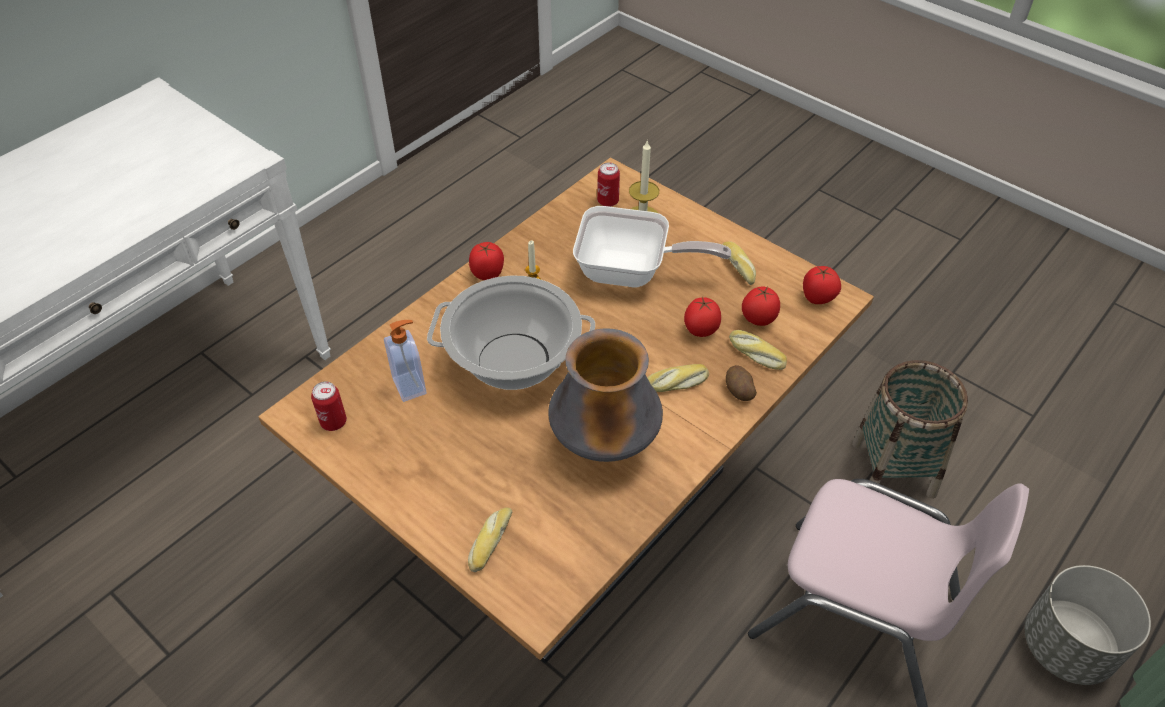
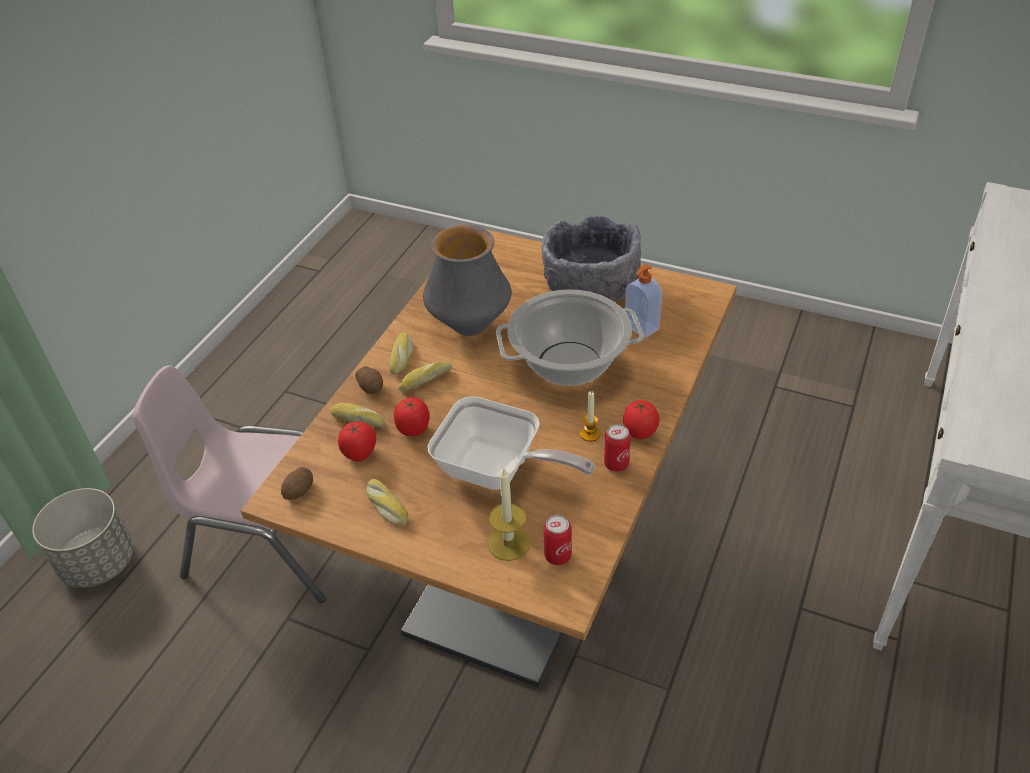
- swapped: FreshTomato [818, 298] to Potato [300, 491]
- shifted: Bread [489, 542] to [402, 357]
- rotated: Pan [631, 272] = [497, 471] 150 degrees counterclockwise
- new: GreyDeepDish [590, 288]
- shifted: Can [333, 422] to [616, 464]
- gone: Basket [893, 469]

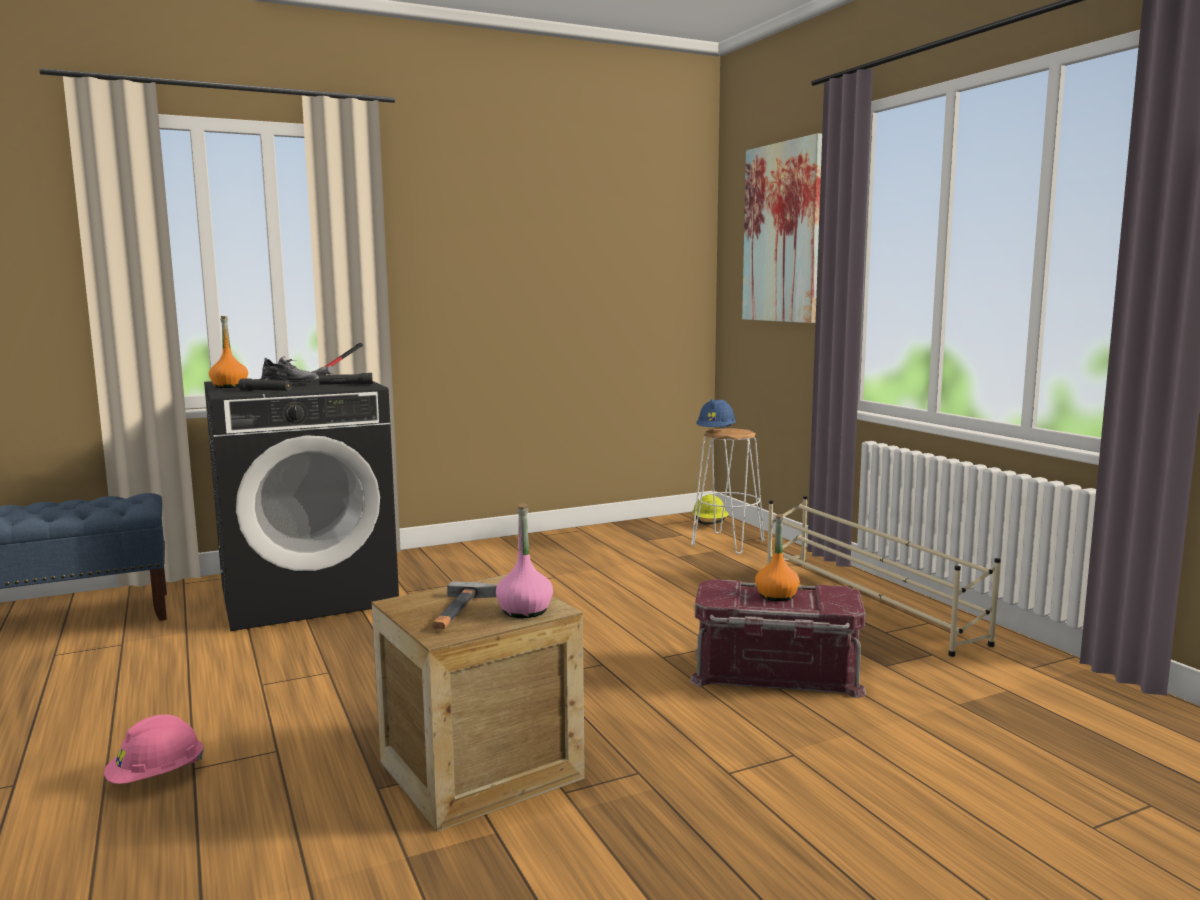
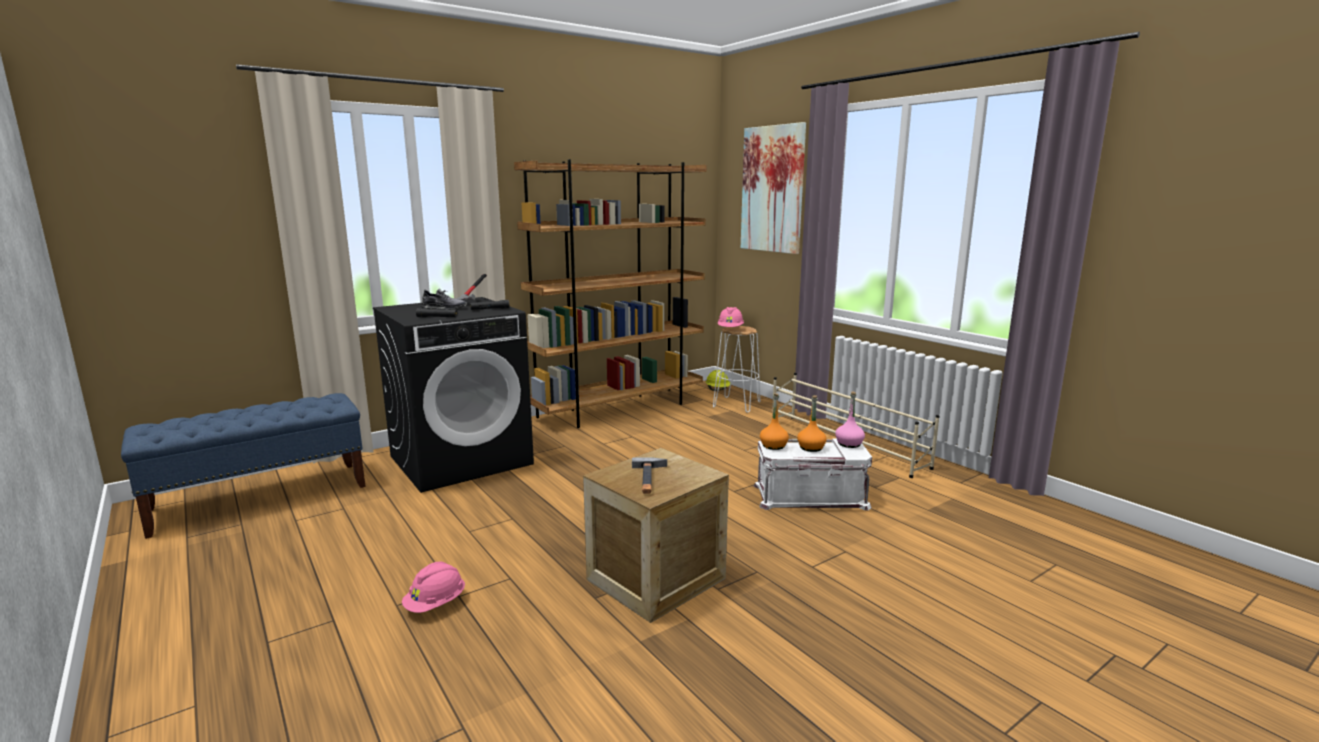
- new: BrownBookcase [619, 408]
- repainted: BluishHardHat [716, 432] to PinkishHardHat [730, 329]
- repainted: ReddishStorageContainer [775, 673] to WhiteStorageContainer [810, 497]
- shifted: OrangeColouredDrinkBottle [229, 386] to [773, 446]
- shifted: PinkishDrinkBottle [525, 611] to [849, 444]

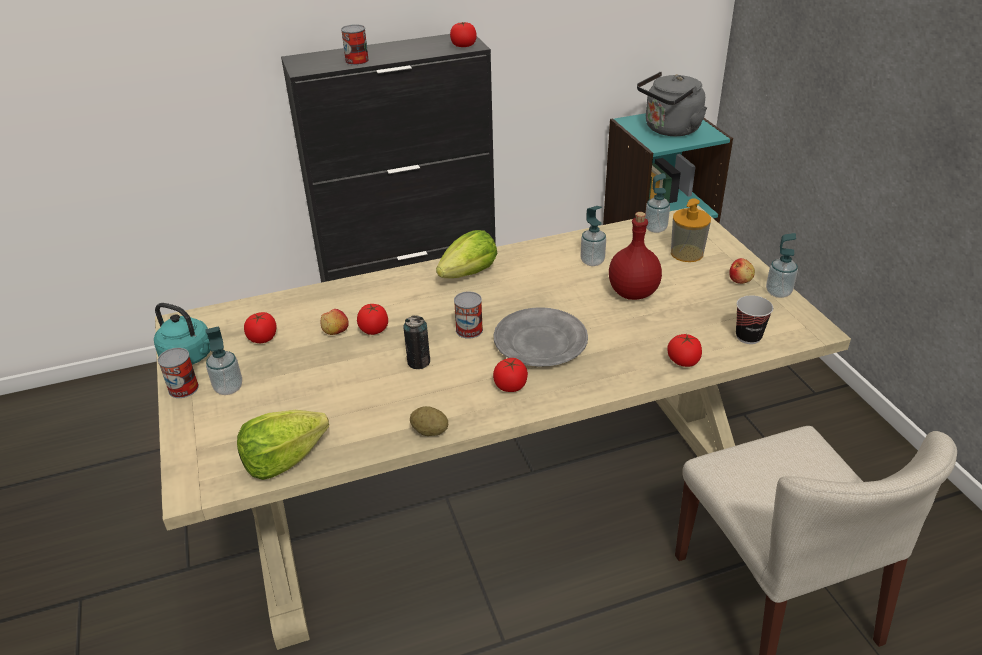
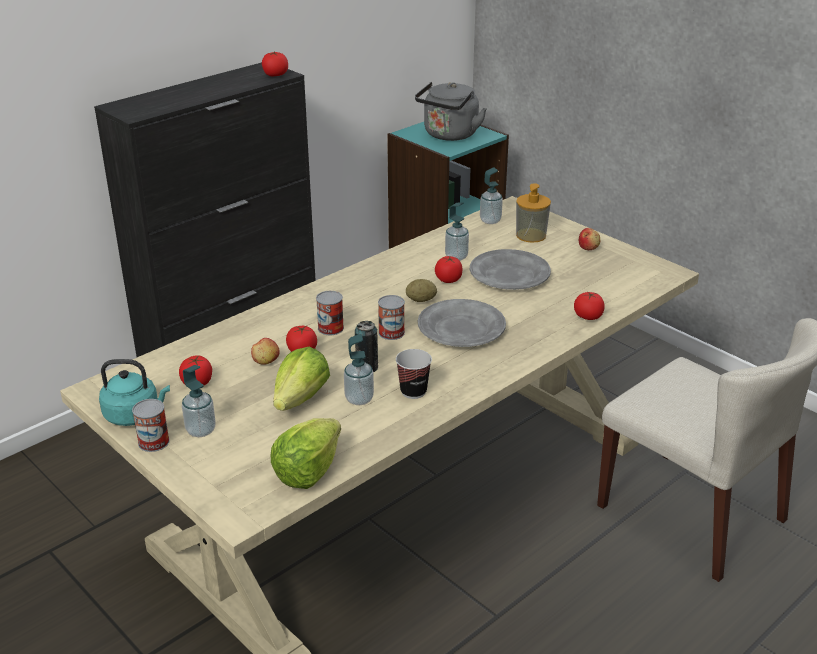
- shifted: HeadOfLettuce [469, 274] to [301, 399]
- shifted: Can [357, 61] to [330, 328]
- shifted: LiquidSoapBottle [778, 292] to [359, 399]
- shifted: DrinkingCup [748, 337] to [413, 391]
- shifted: Potato [430, 431] to [421, 300]
- shifted: FreshTomato [510, 386] to [448, 279]
- swapped: ReddishDrinkBottle [633, 292] to GreyFlatDish [509, 274]

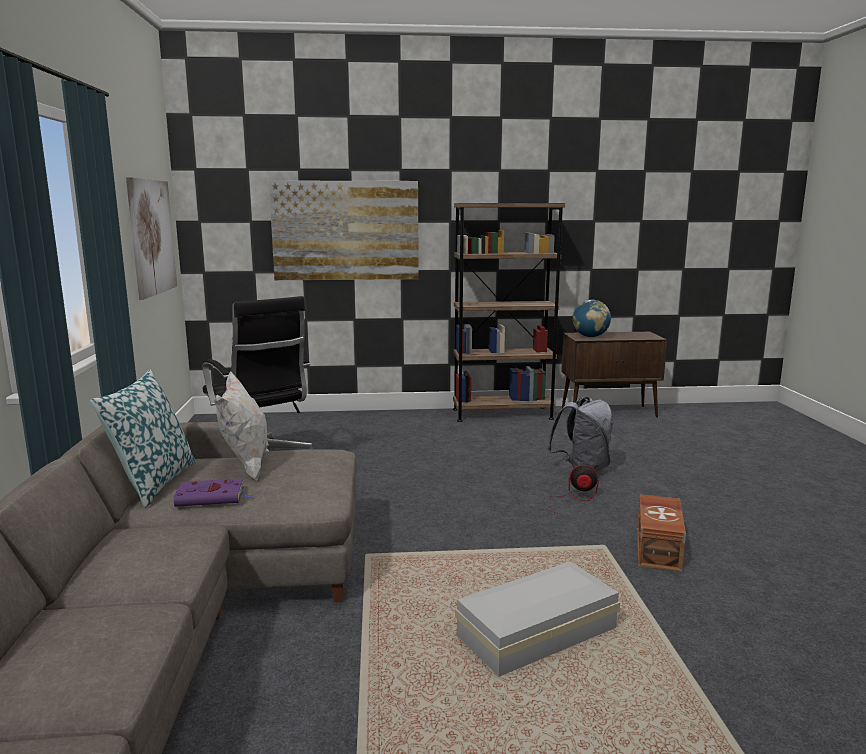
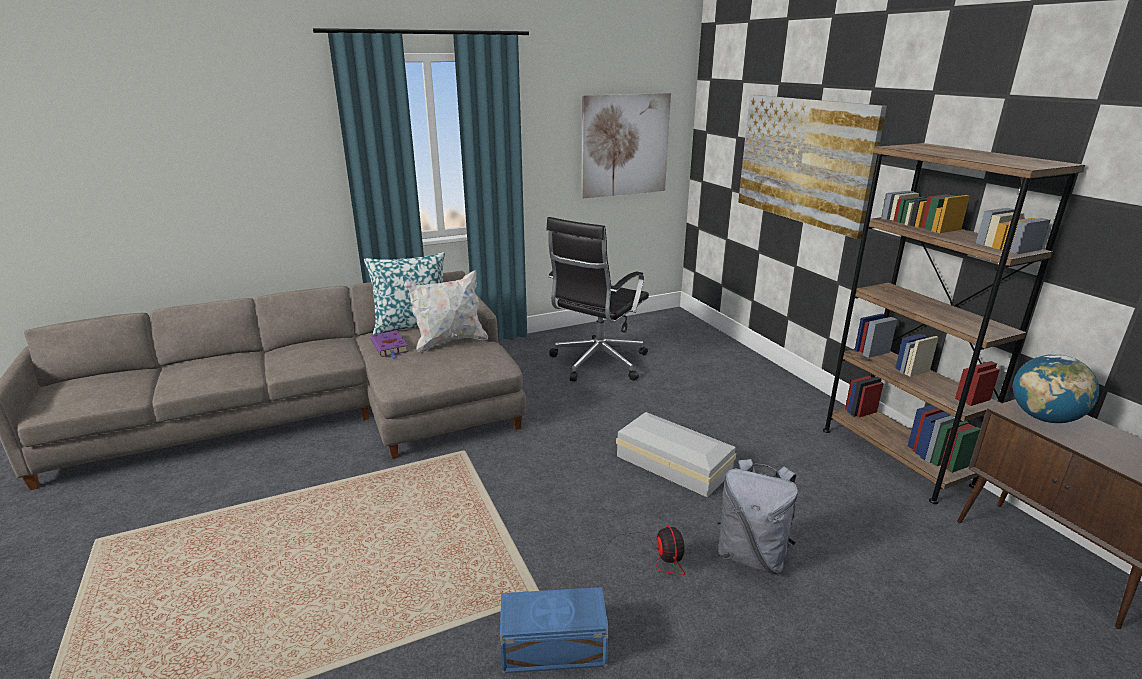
- repainted: BrownStorageContainer [659, 548] to BluishStorageContainer [555, 648]
- shifted: WhiteStorageContainer [533, 632] to [672, 462]

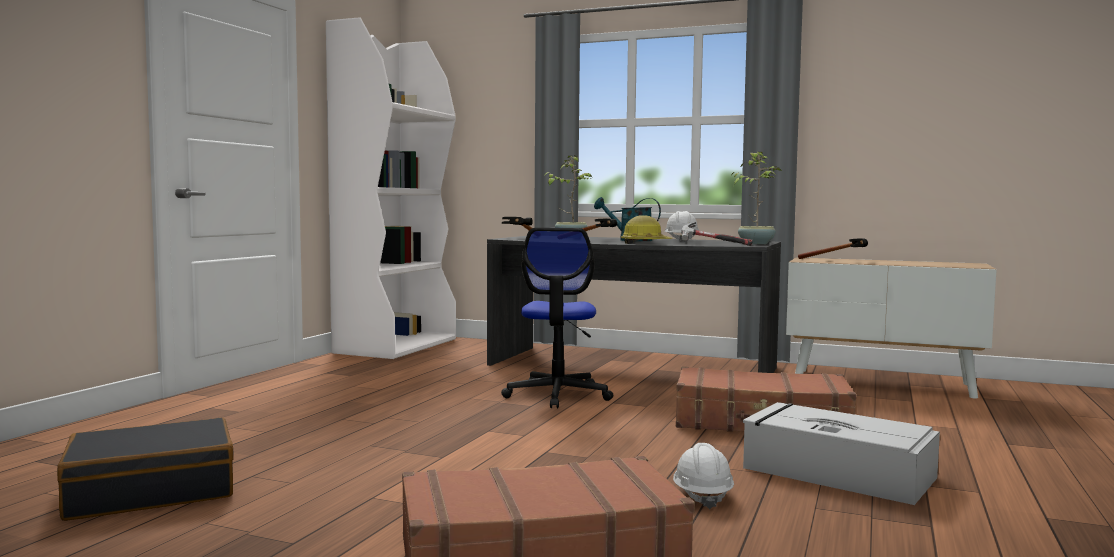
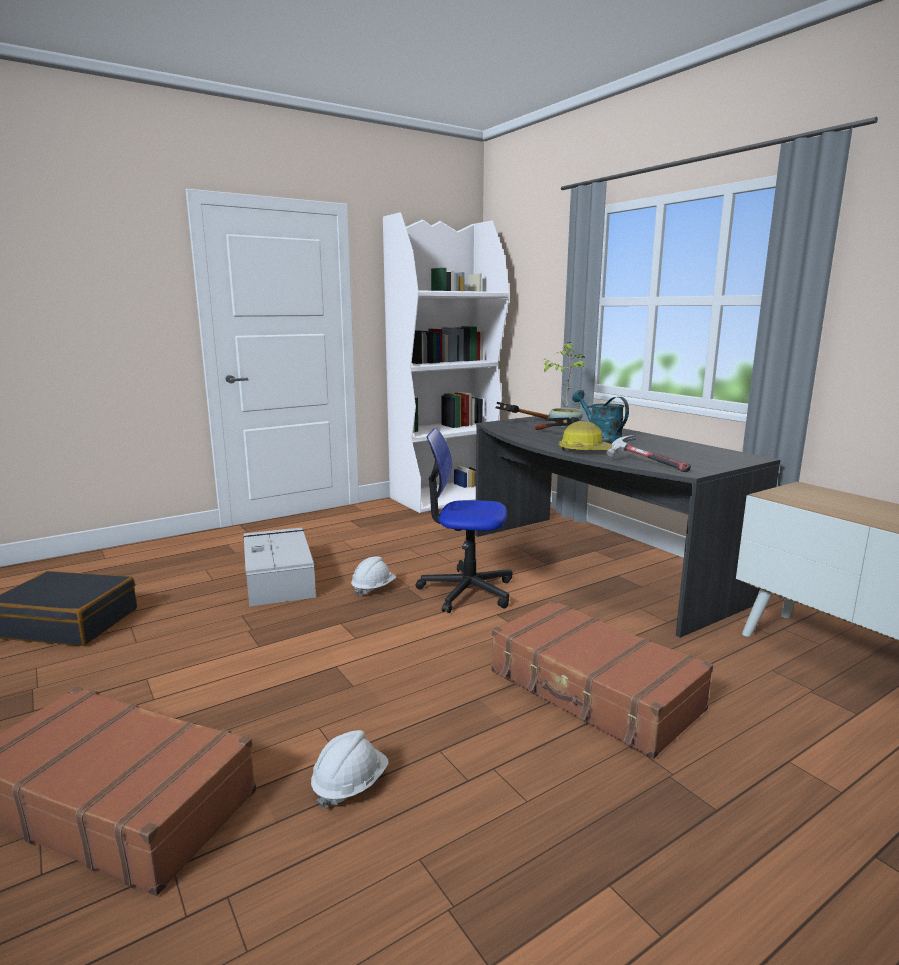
- shifted: GreyStorageContainer [835, 472] to [279, 578]
- shifted: WhiteHardHat [681, 241] to [373, 588]
- rotated: ComputerChair [558, 395] = [466, 591] 60 degrees clockwise
- gone: PlantInAPot [756, 243]
- gone: ToolHammer [838, 261]

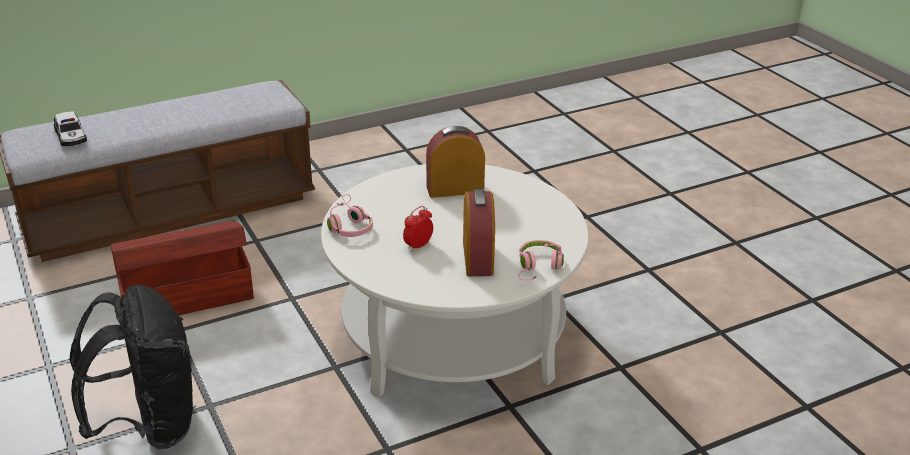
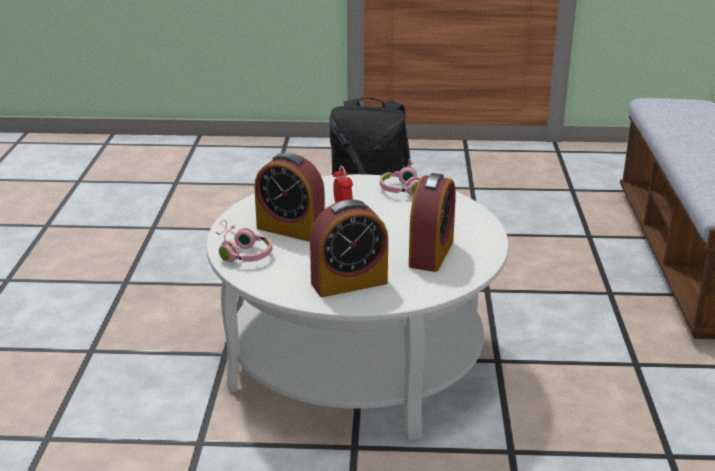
- new: AlarmClock [349, 283]
- gone: MiniatureCar [71, 136]
- gone: BrownStorageContainer [185, 295]

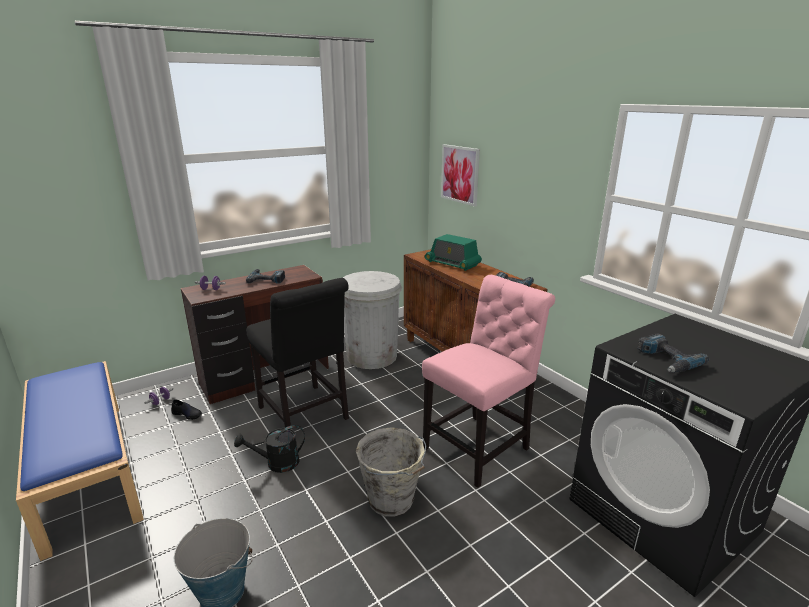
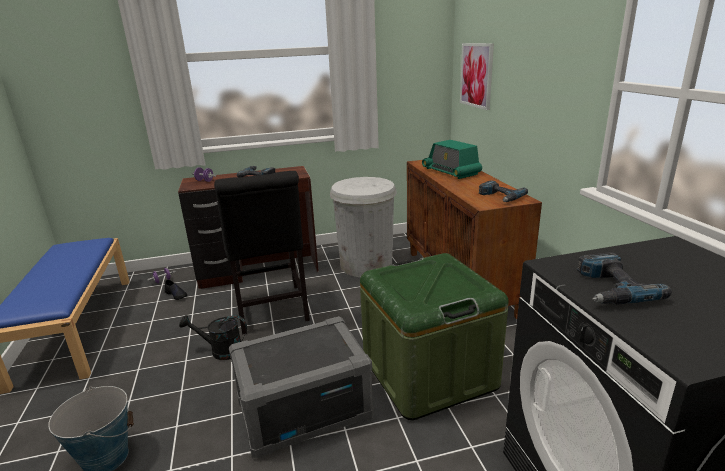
- swapped: GreyPail [392, 500] to GreyStorageContainer [304, 408]
- swapped: PinkishChair [480, 446] to GreenishStorageContainer [428, 372]

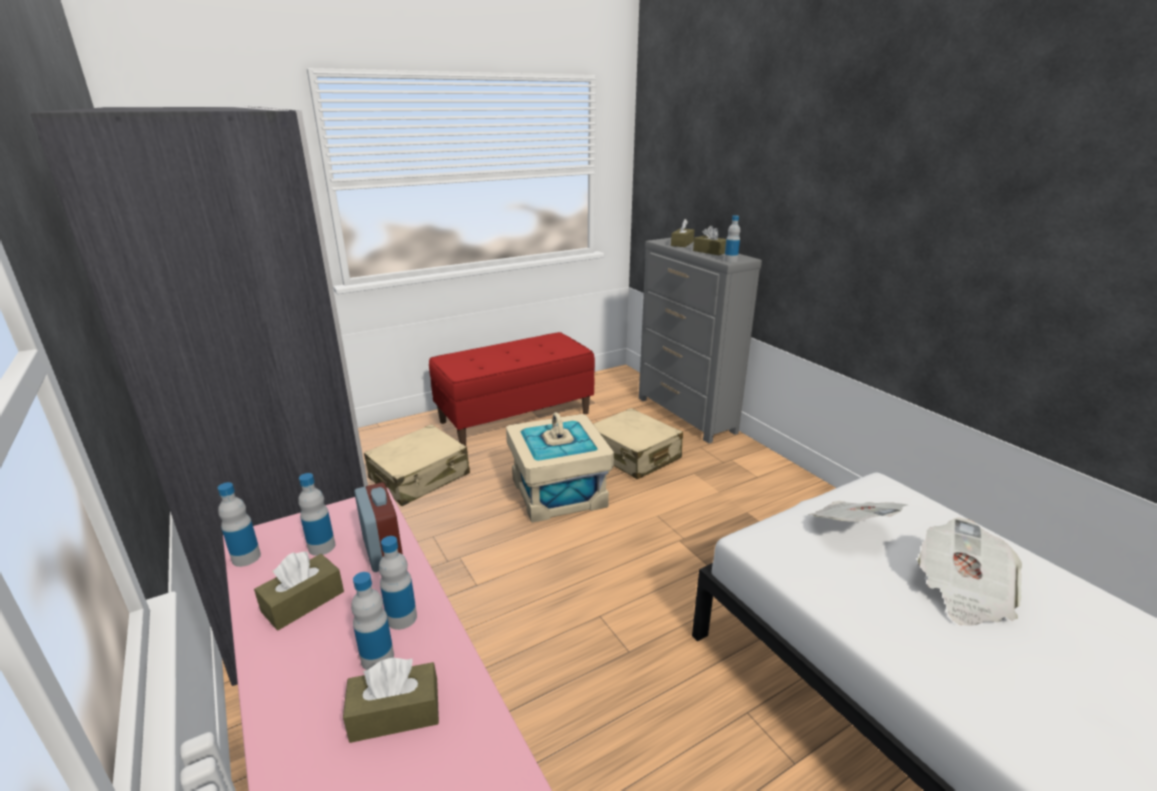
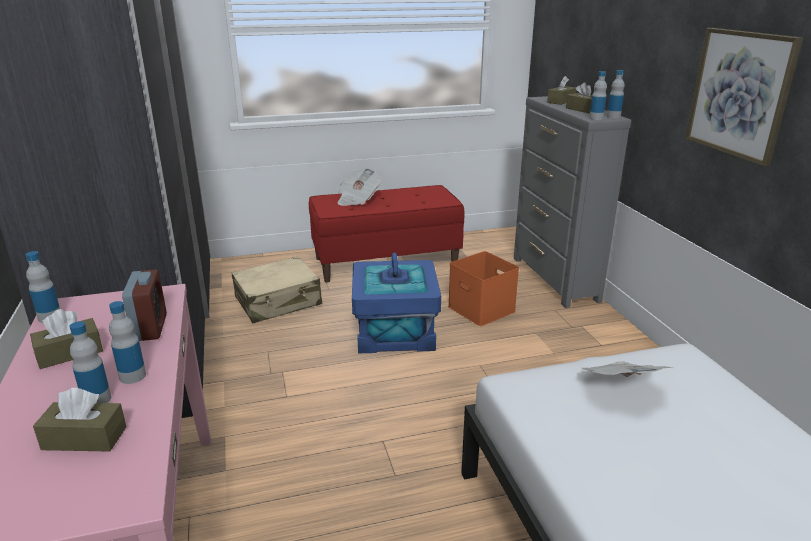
- shifted: PrintedPaper [962, 593] to [358, 199]
- repainted: BeigeStorageContainer [558, 493] to BluishStorageContainer [394, 331]
- swapped: BeigeTravelCase [633, 455] to OrangeColouredStorageContainer [483, 309]
- shifted: DrinkBottle [322, 547] to [613, 117]
- new: WallPicture [739, 94]

